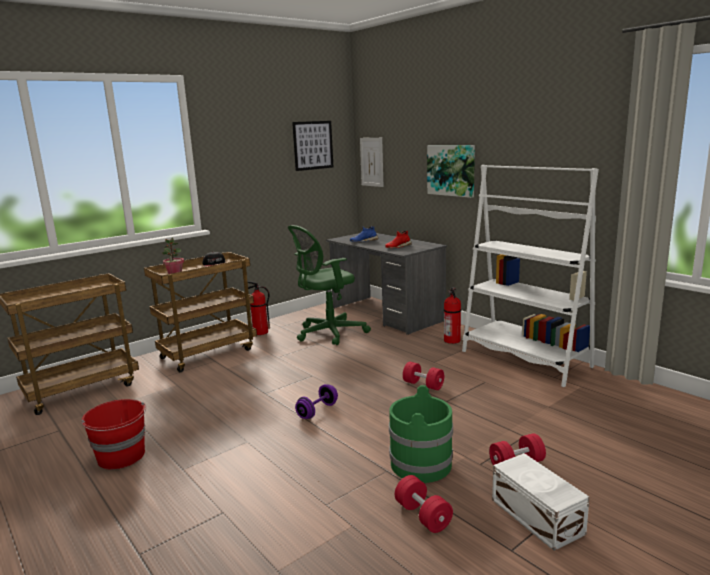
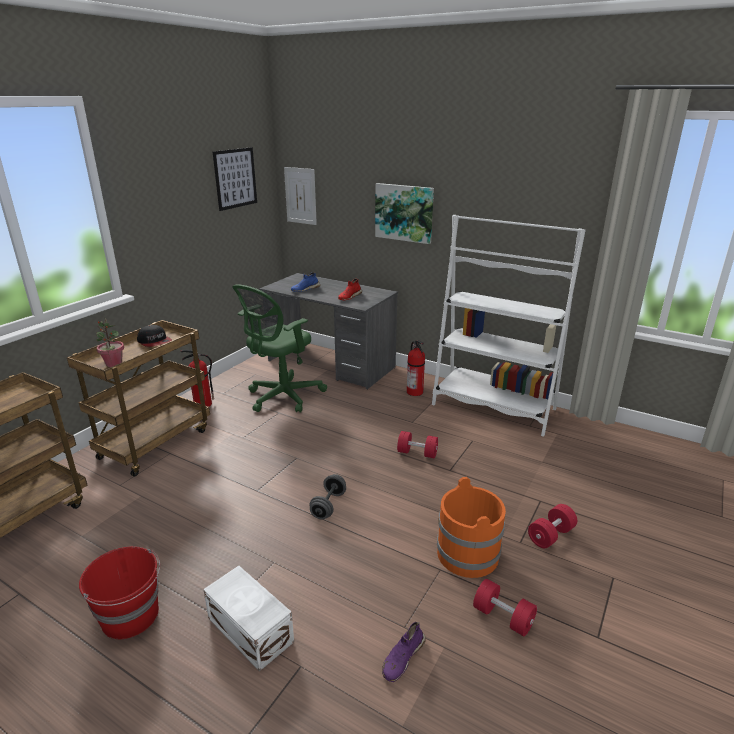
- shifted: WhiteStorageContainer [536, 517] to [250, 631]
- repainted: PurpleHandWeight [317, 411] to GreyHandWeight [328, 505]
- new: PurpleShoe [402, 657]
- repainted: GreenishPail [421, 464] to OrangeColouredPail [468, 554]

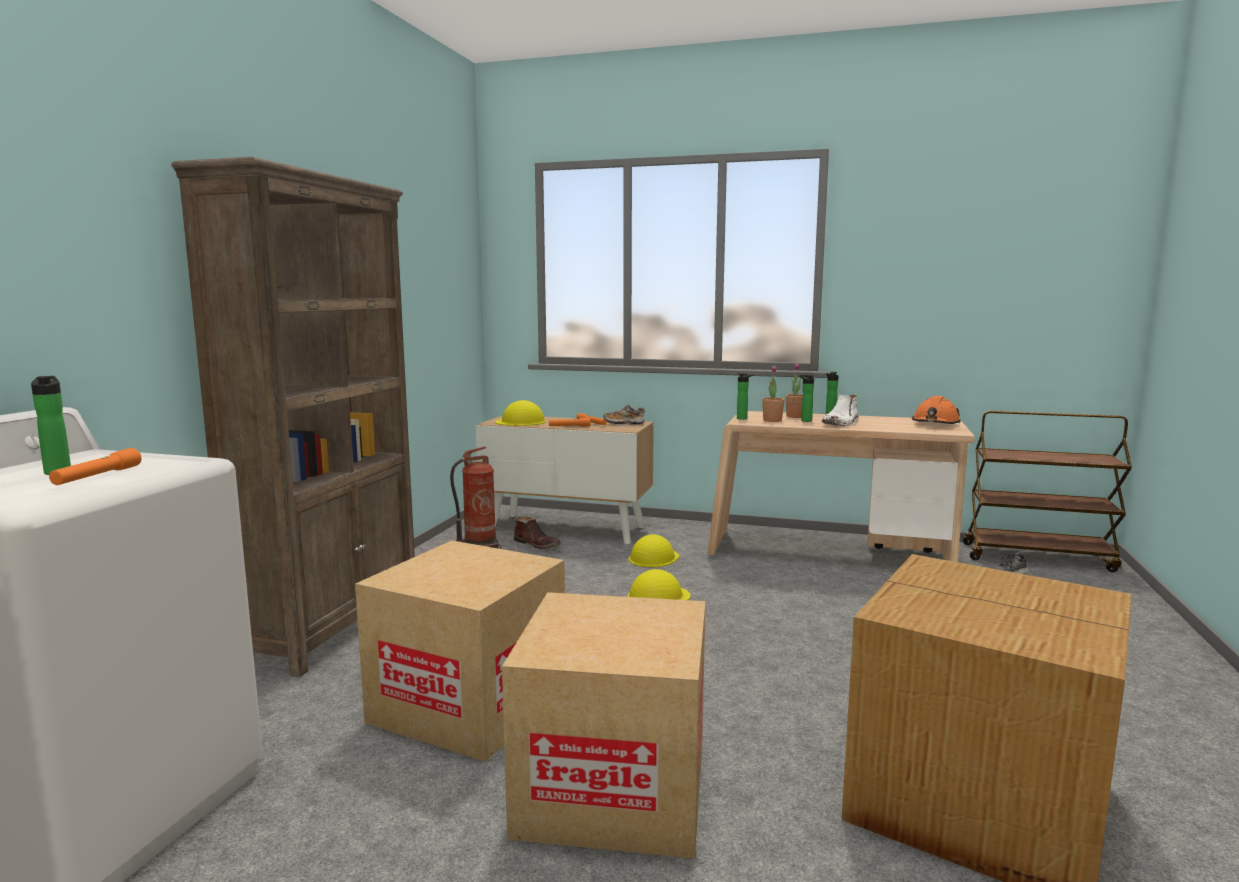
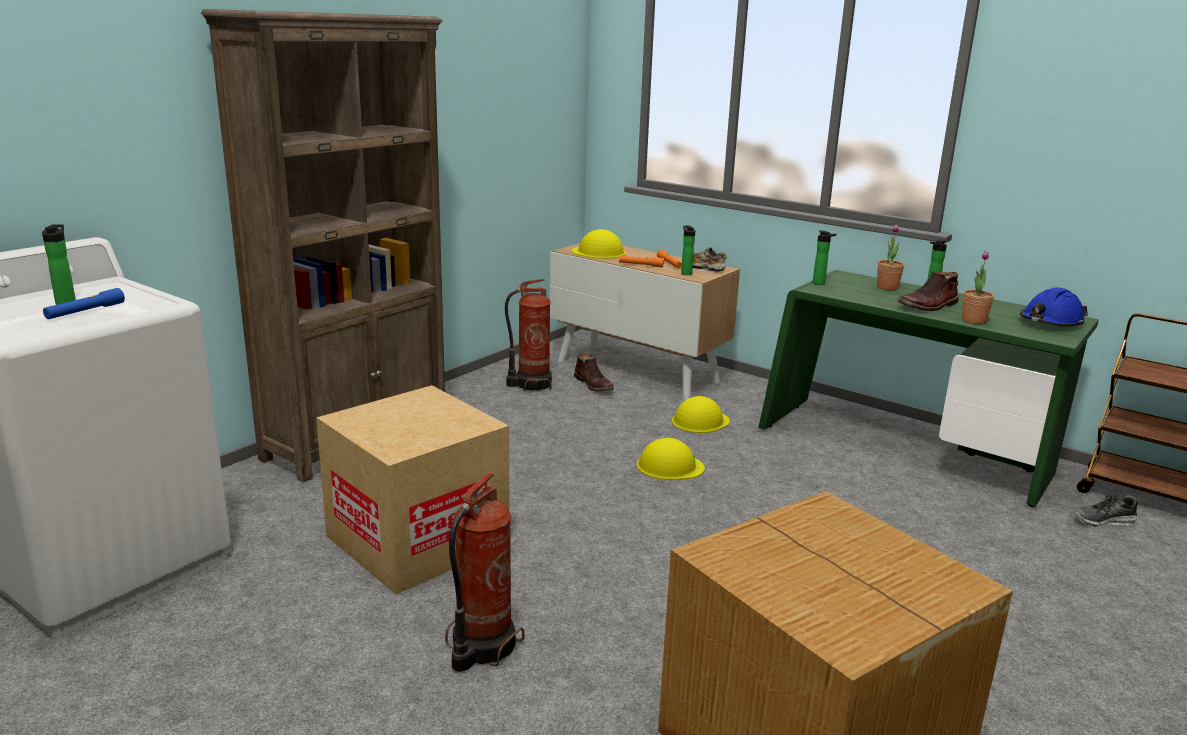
- repainted: OrangeColouredHandTorch [97, 476] to BluishHandTorch [85, 311]
- swapped: Carton [613, 789] to FireFightingCylinder [480, 647]
- shifted: DrinkBottle [805, 420] to [686, 273]
- repainted: BeigeDesk [829, 553] to GreenishDesk [903, 451]
- repainted: WhiteBoot [841, 423] to BrownBoot [928, 306]
- shifted: PlantInAPot [772, 420] to [973, 320]
- repainted: OrangeColouredHardHat [935, 424] to BluishHardHat [1050, 322]

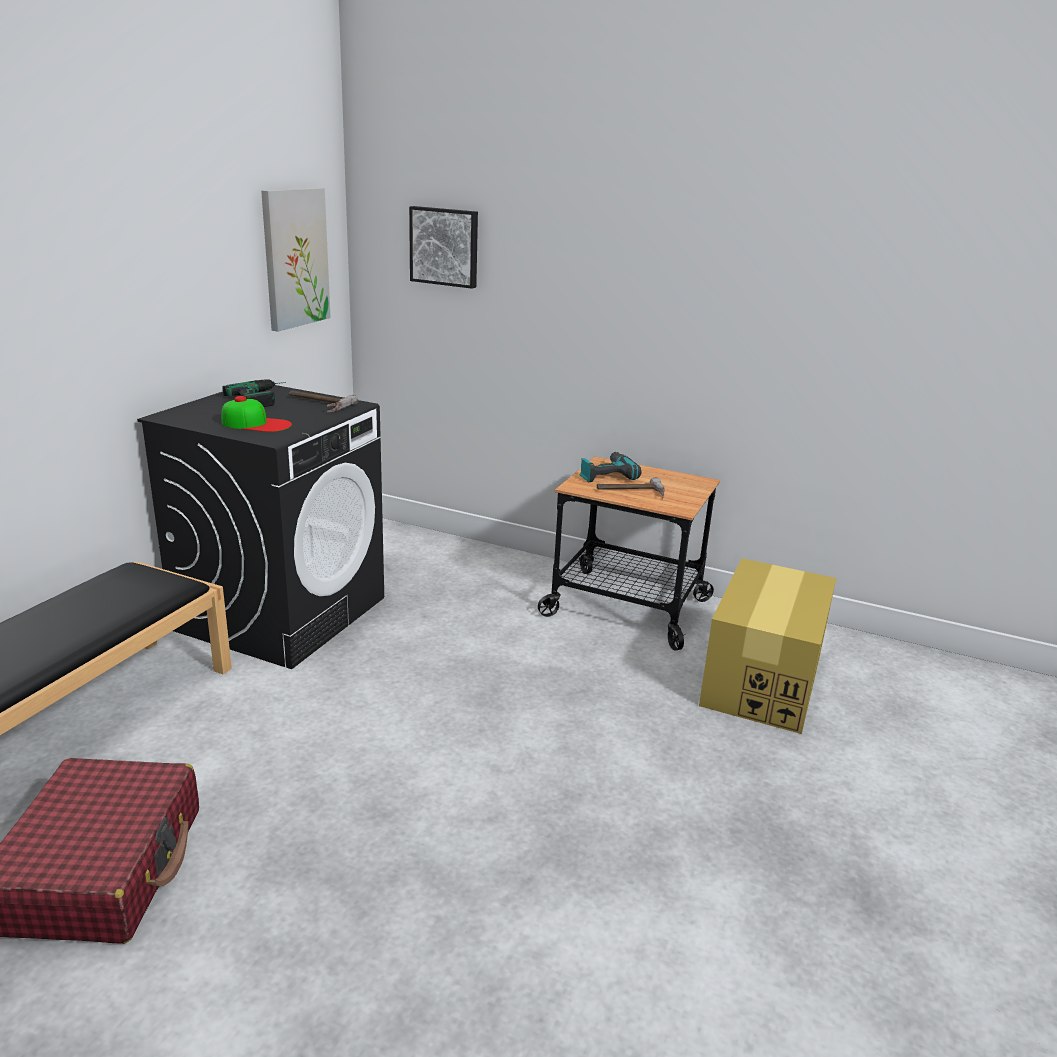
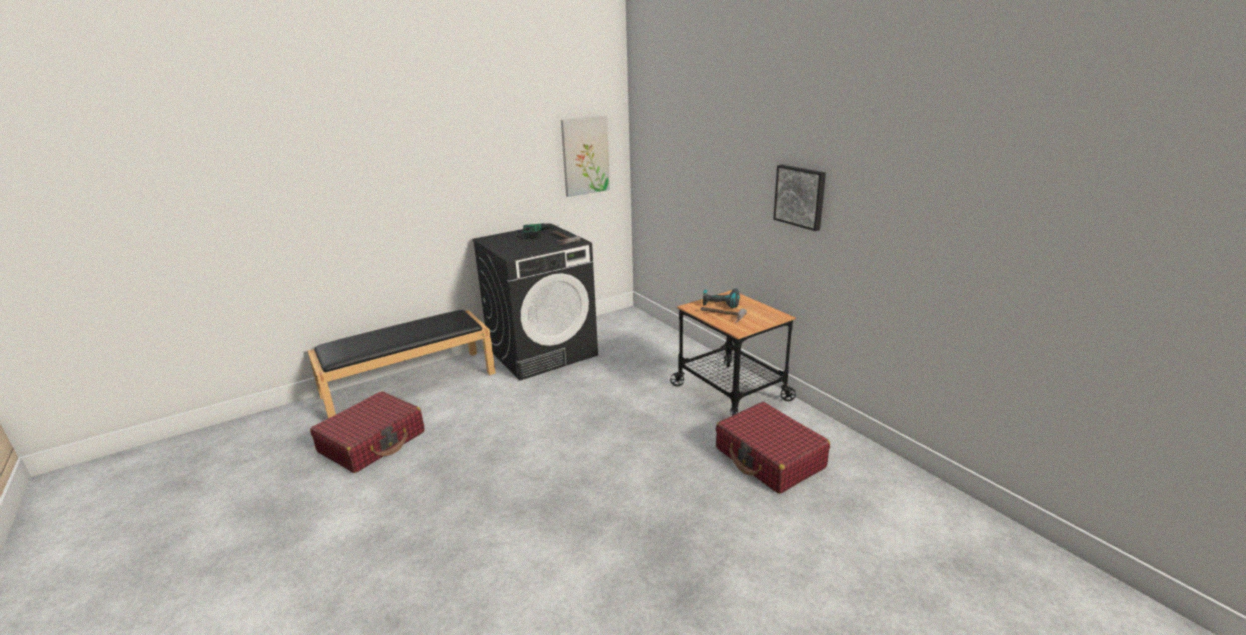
- swapped: Carton [762, 680] to ReddishTravelCase [769, 458]
- shifted: WallPicture [445, 246] to [800, 196]
- gone: Cap [256, 423]

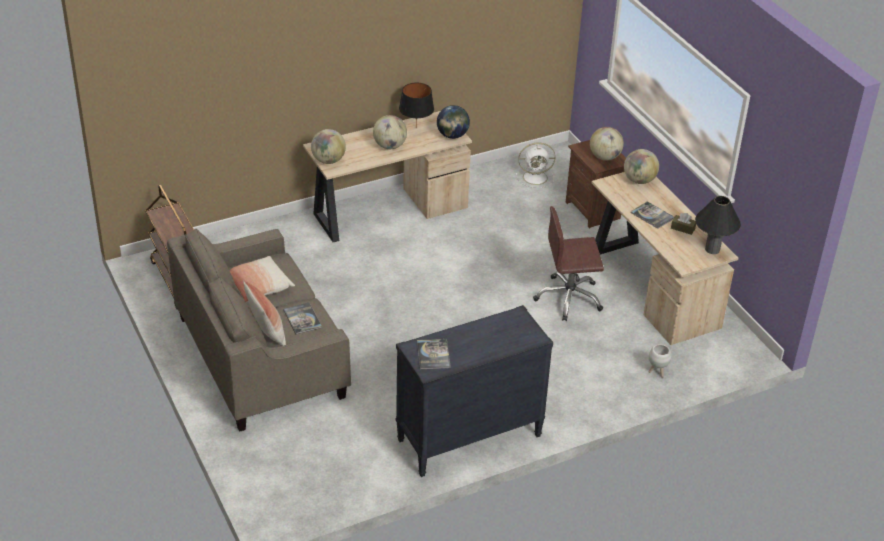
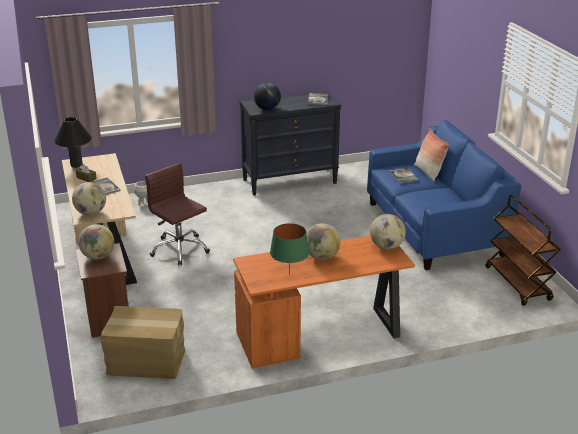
- swapped: WhiteElectricFan [536, 177] to Carton [146, 361]
- rotated: BrownComputerChair [569, 298] = [179, 249] 135 degrees counterclockwise
- repainted: BeigeDesk [387, 210] to OrangeColouredDesk [321, 335]
- shifted: DeskGlobe [452, 136] to [267, 109]
- repainted: BlackColouredLampForATable [416, 128] to GreenishLampForATable [289, 274]
- repainted: BeigeSofa [261, 356] to BluishSofa [434, 228]
- gone: ThrowPillow [258, 287]

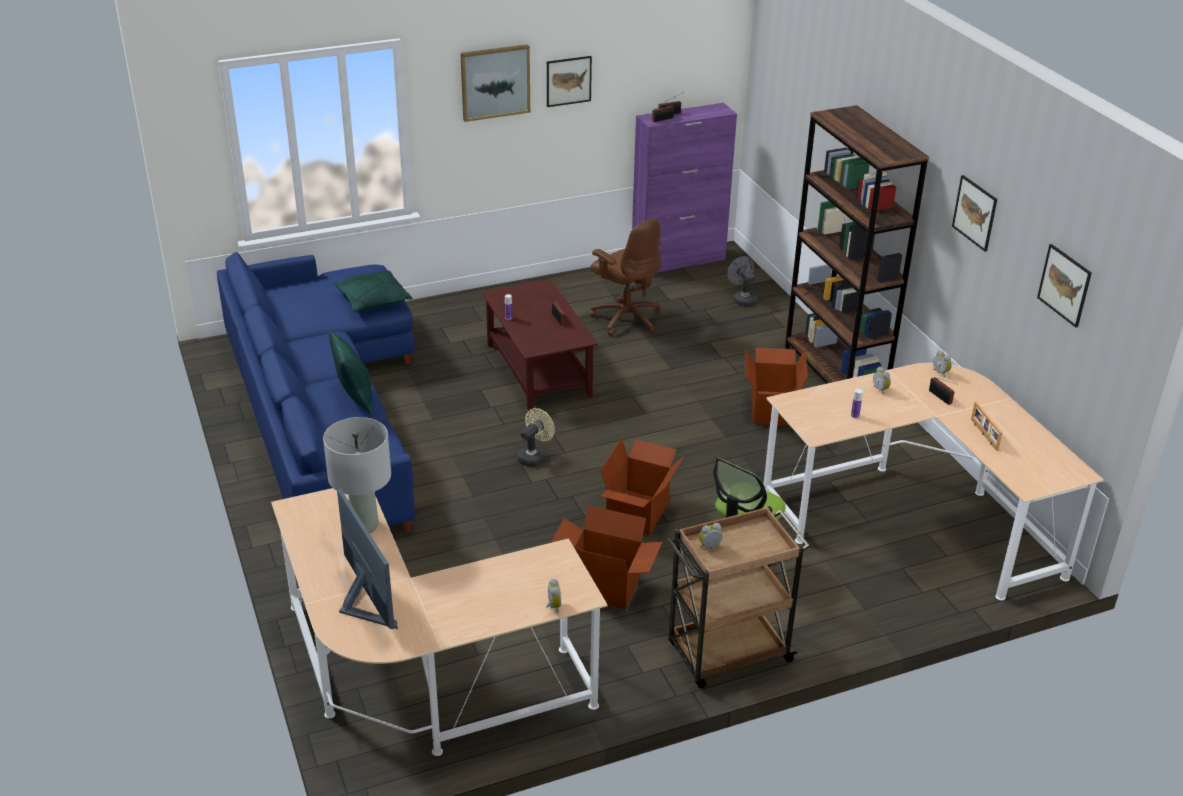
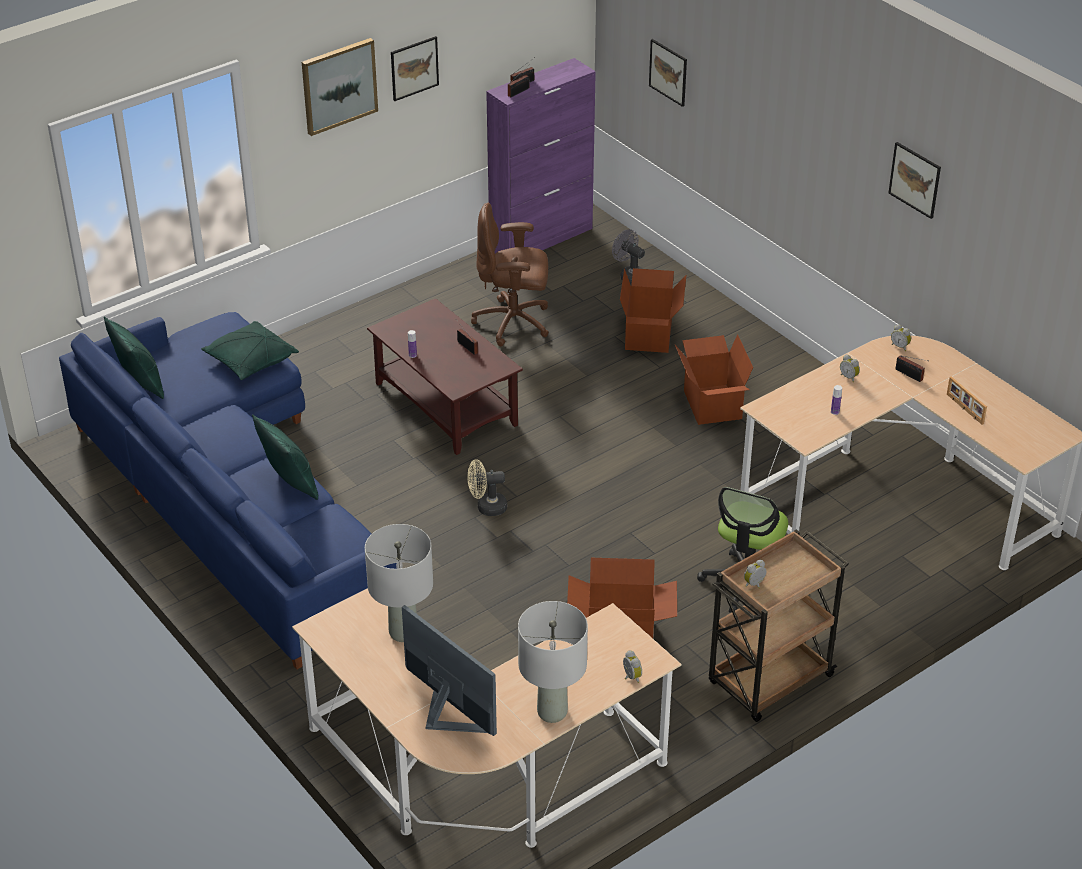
- new: GreenishThrowPillow [140, 383]
- rotated: BeigeElectricFan [534, 456] = [486, 507] 120 degrees counterclockwise
- rotated: BrownComputerChair [626, 318] = [514, 323] 150 degrees clockwise
- new: GreyLampForATable [551, 712]
- shifted: Carton [638, 513] to [649, 335]
- shifted: WallPicture [1064, 285] to [668, 72]
- gone: BrownBookcase [835, 372]

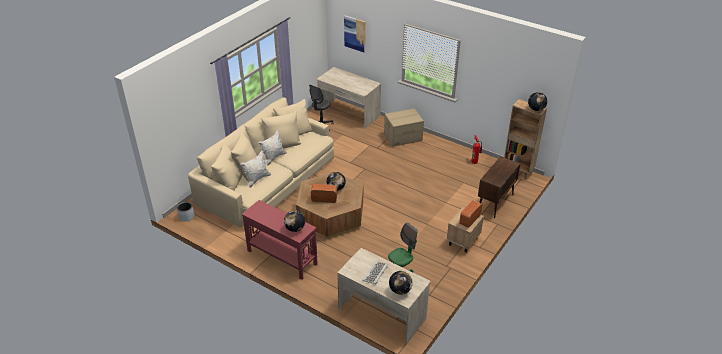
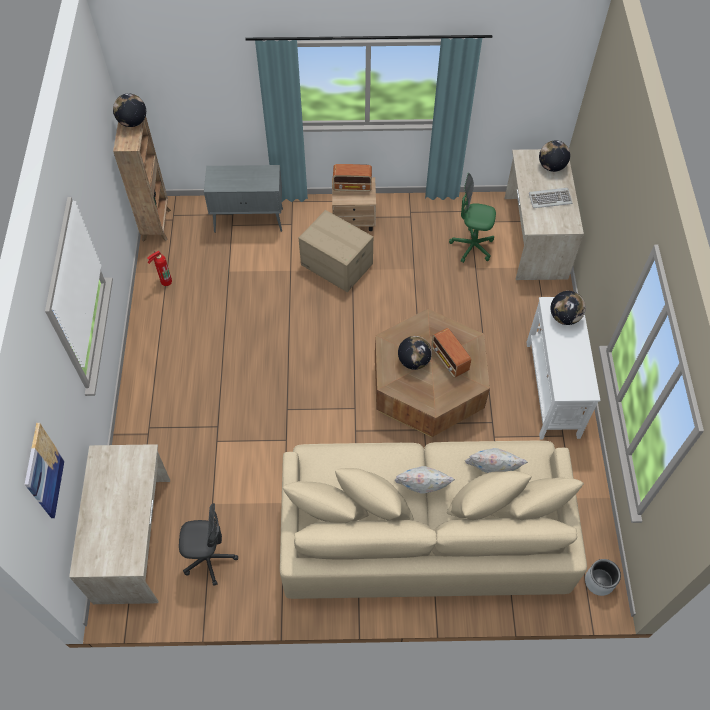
- repainted: BrownStorageCabinet [495, 203] to GreyStorageCabinet [249, 220]
- shifted: Carton [403, 137] to [336, 265]
- repainted: ReddishNarrowTable [282, 257] to WhiteNarrowTable [552, 389]

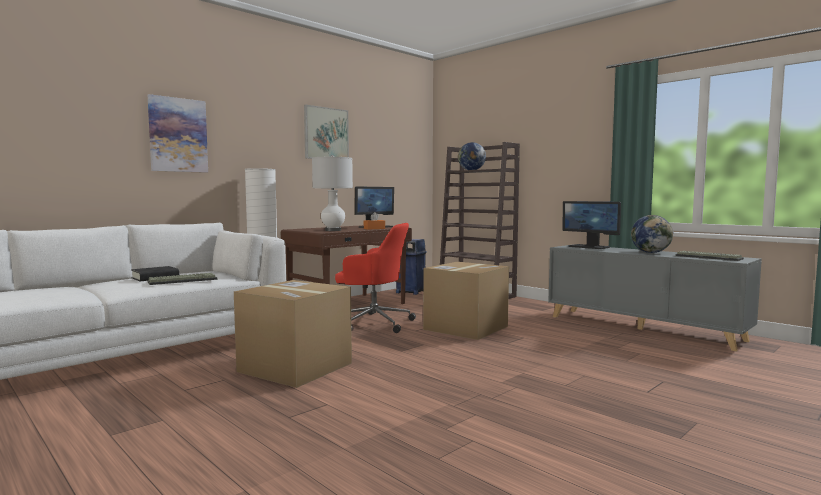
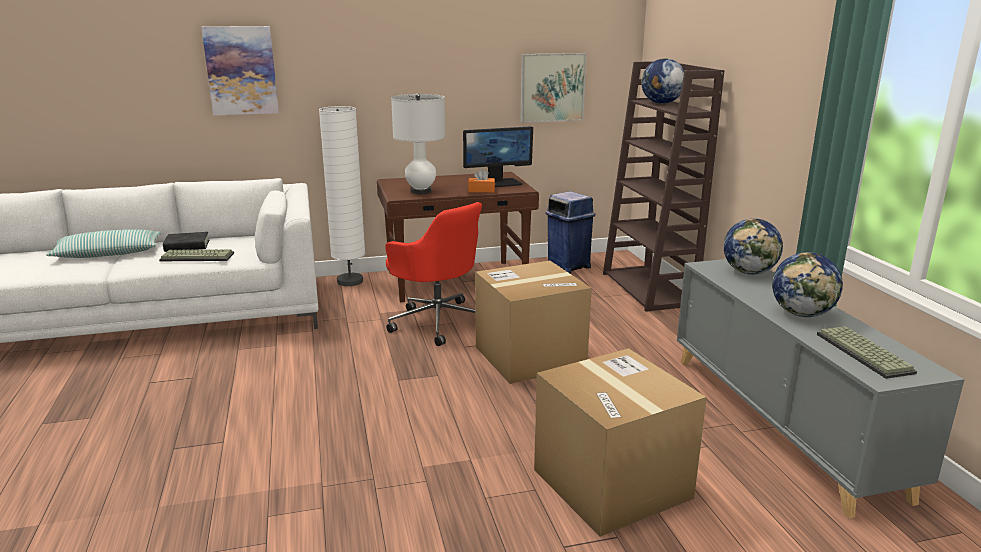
- new: ThrowPillow [108, 254]
- shifted: WallPicture [326, 133] to [552, 87]
- shifted: Carton [295, 367] to [611, 483]
- swapped: ComputerScreen [589, 247] to DeskGlobe [749, 272]

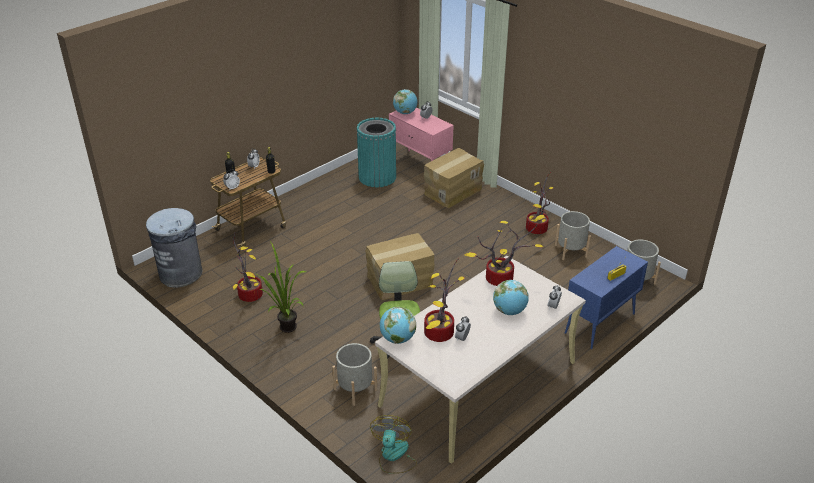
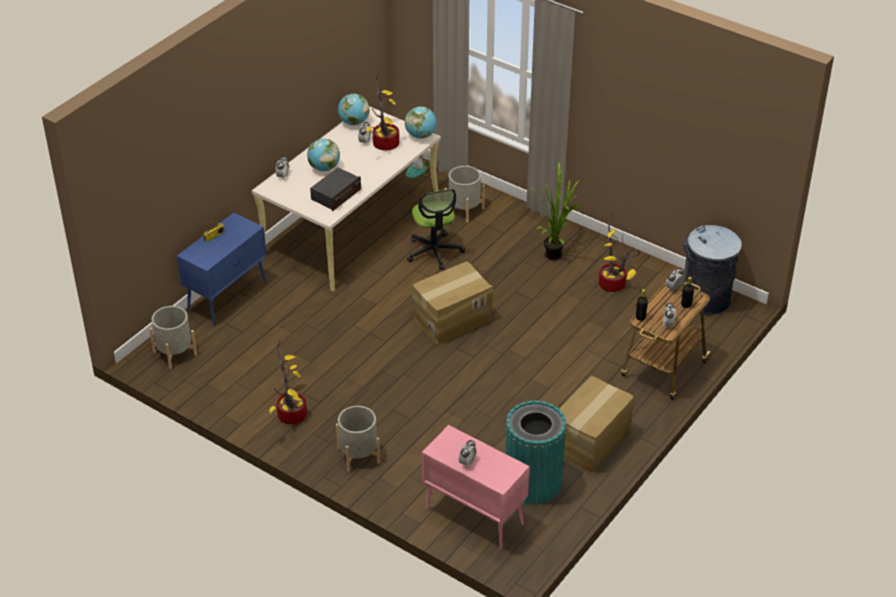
- swapped: PlantInAPot [498, 280] to RadioReceiver [336, 195]
- shifted: GreyPlantPot [570, 251] to [358, 455]
- shifted: DeskGlobe [405, 113] to [353, 122]
- shifted: Carton [452, 191] to [591, 441]

